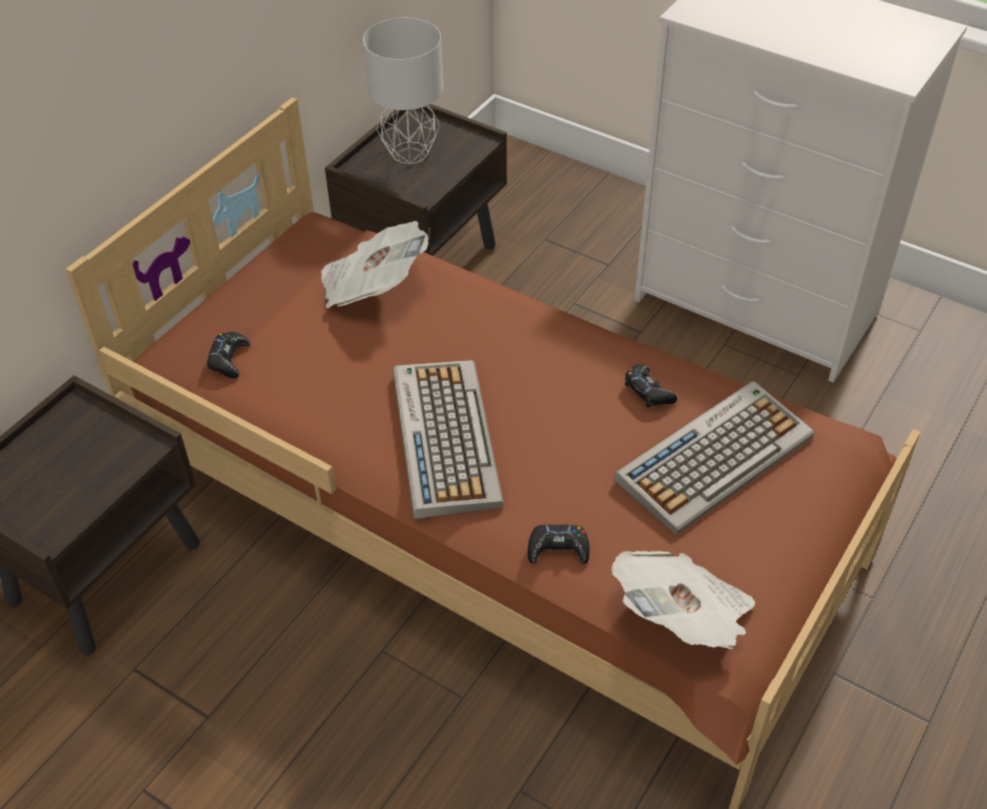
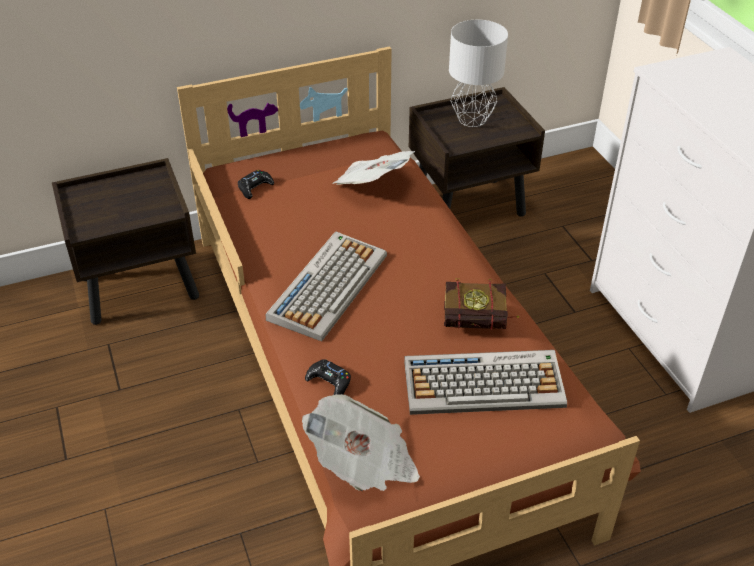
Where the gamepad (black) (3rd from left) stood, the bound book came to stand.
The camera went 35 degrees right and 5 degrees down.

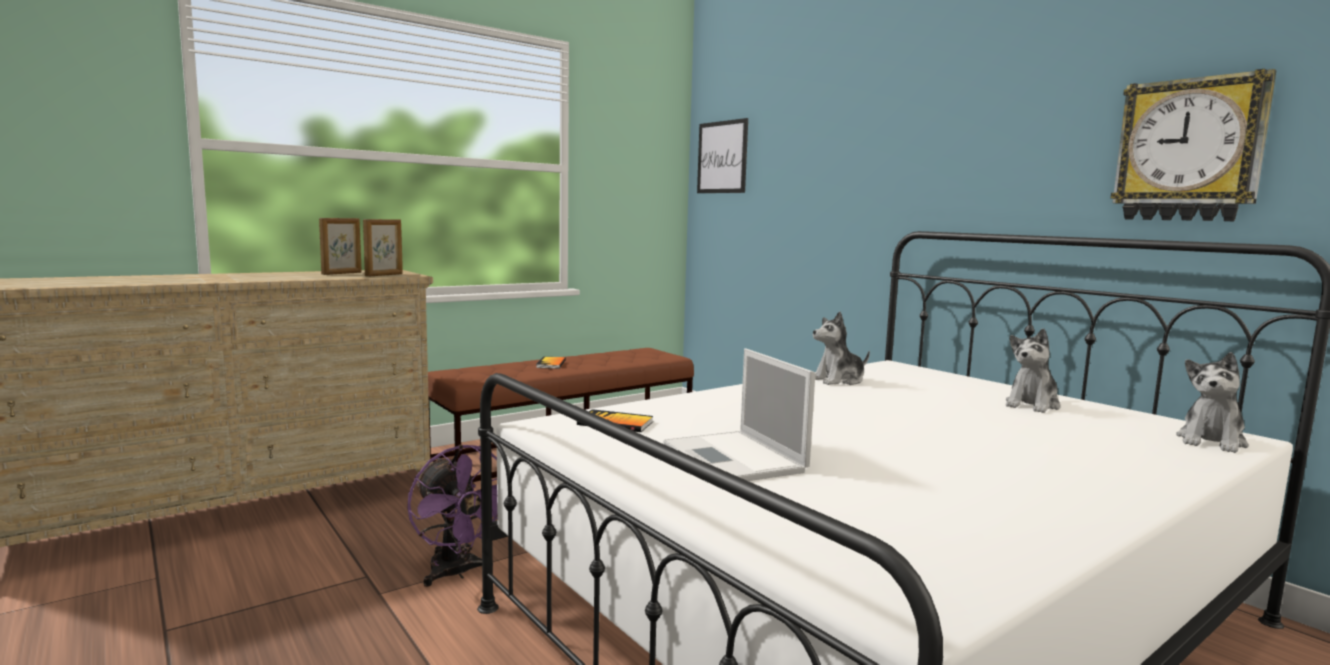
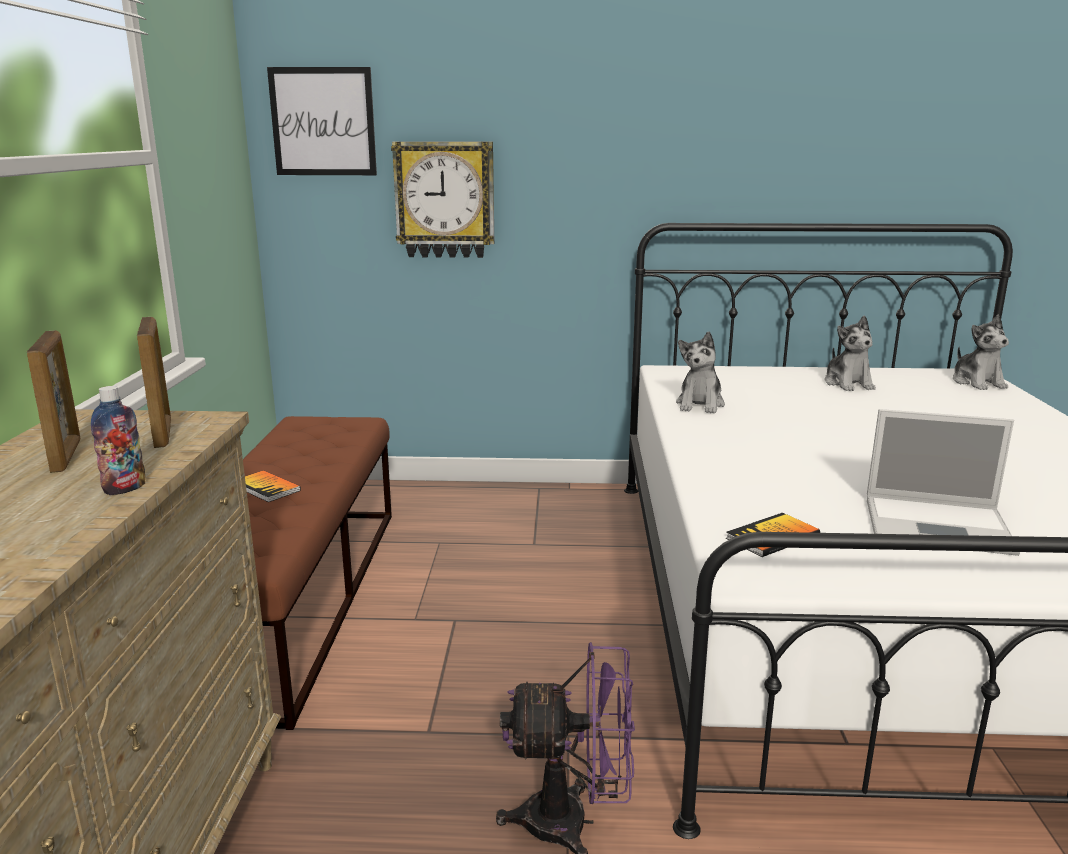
The second view gained the bottle.
The hanging clock ended up elsewhere.
The camera went 50 degrees left and 10 degrees up.

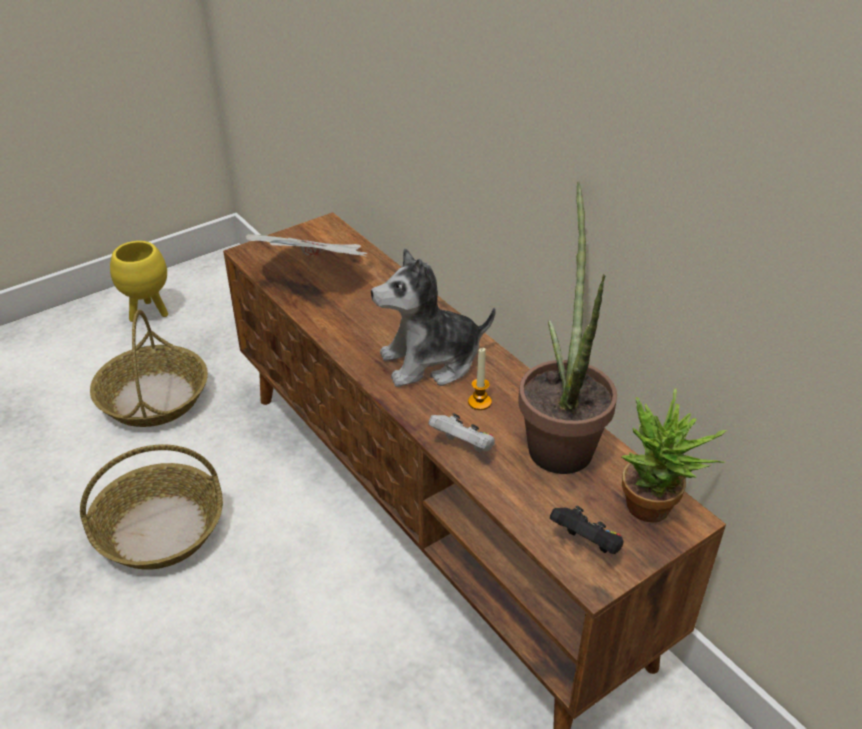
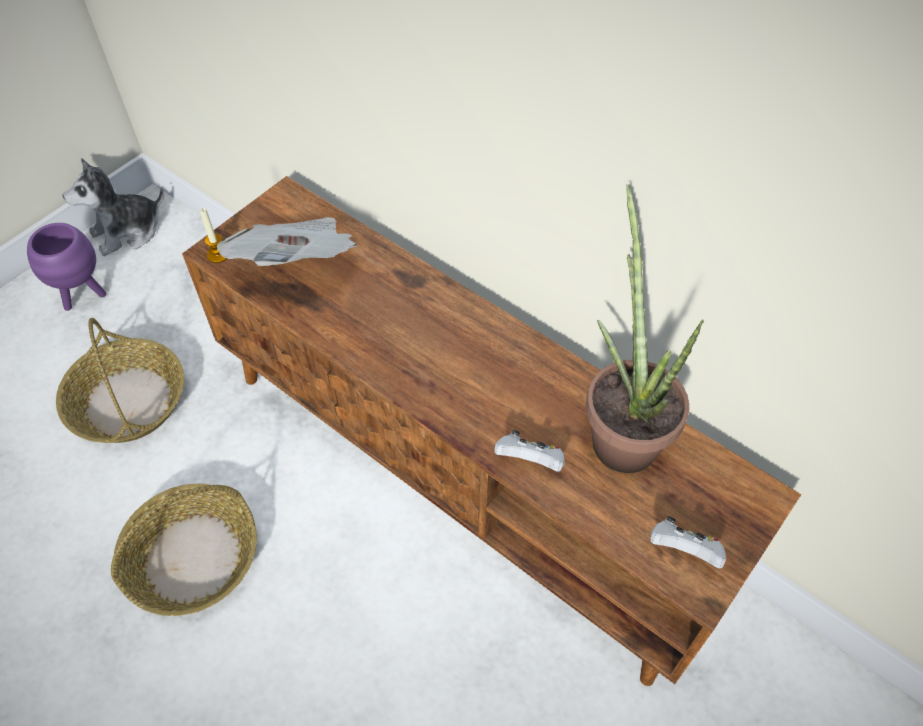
What was the flower pot (yellow-coloured) turned into the flower pot (purple-coloured).
The cuddly toy ended up elsewhere.
The candle ended up elsewhere.
What was the gamepad (black) turned into the gamepad (whitish) (2nd from left).
The second view lost the plant in a pot (2nd from left).
The camera went 15 degrees left and 15 degrees up.

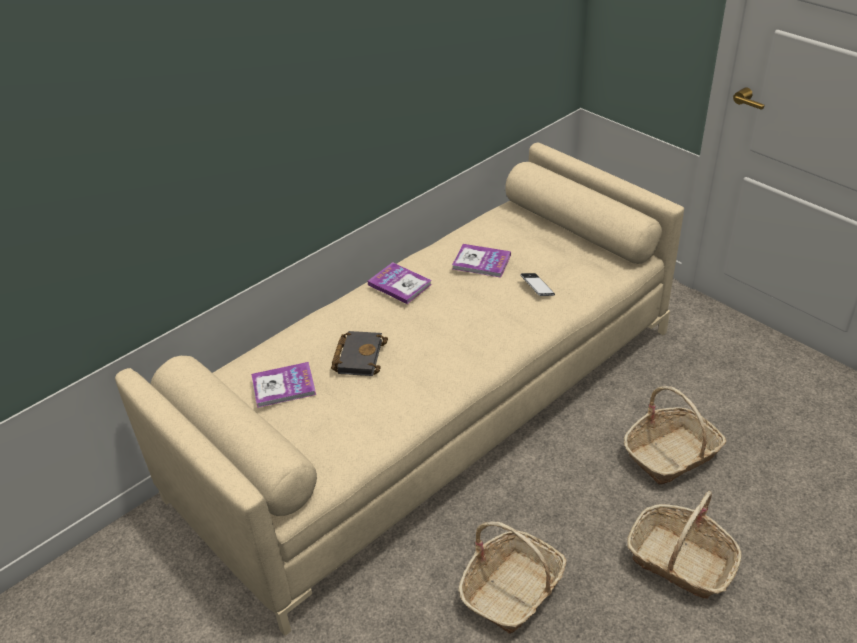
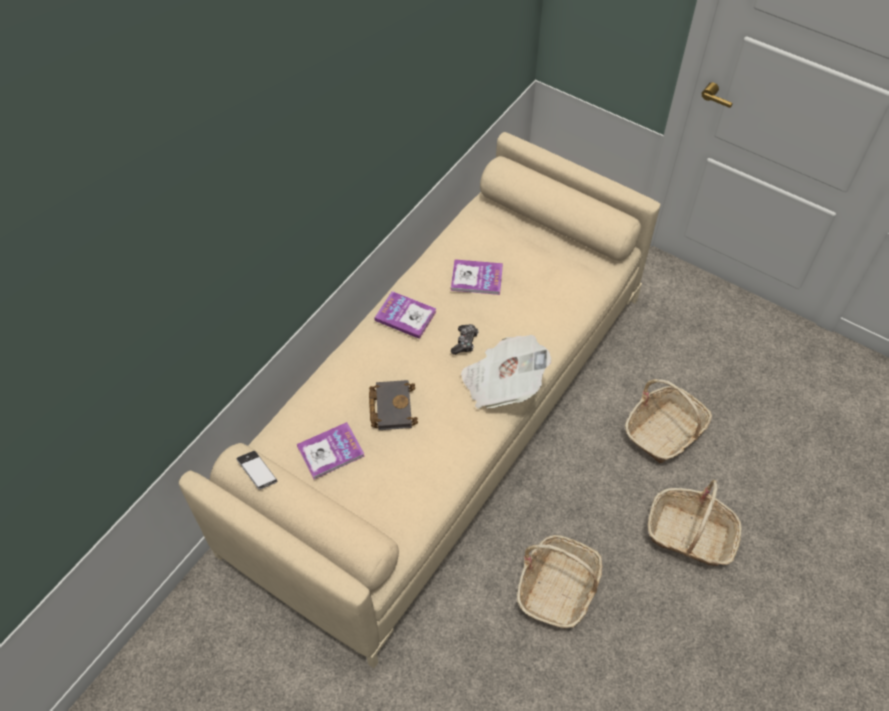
The handset ended up elsewhere.
The second view gained the gamepad.
The second view gained the newspaper.
The camera went 15 degrees left and 15 degrees up.

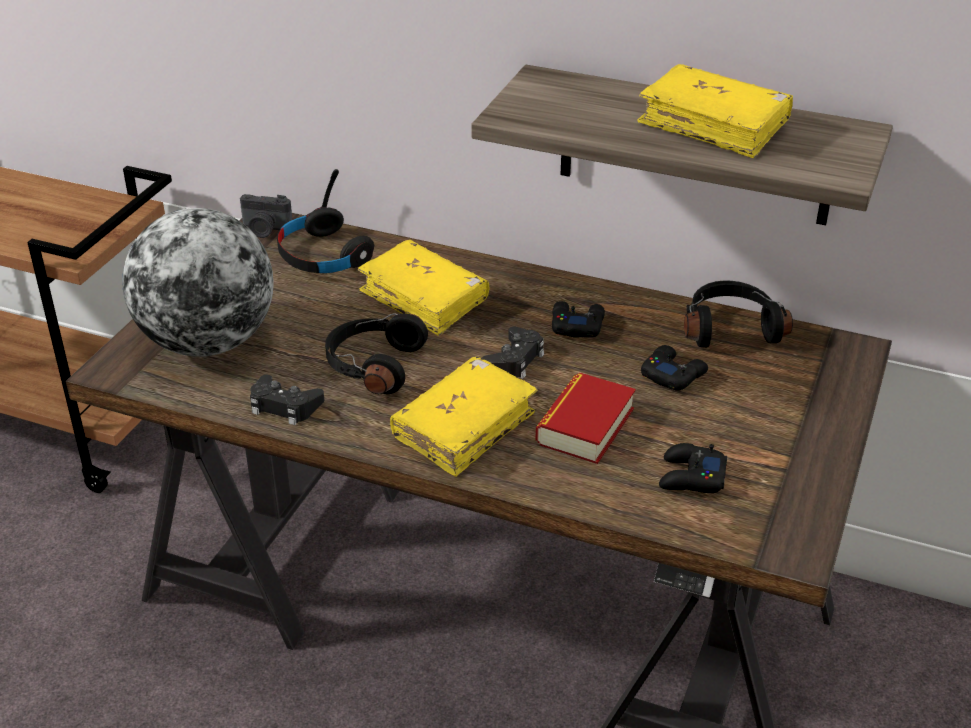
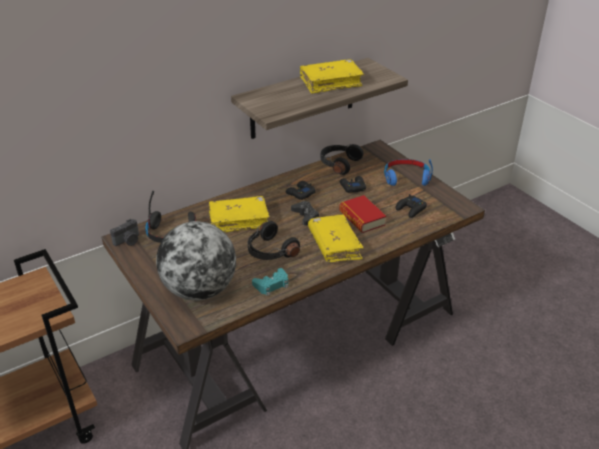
What was the gamepad (black) (1st from left) turned into the gamepad (turquoise).
The second view gained the headset (bluish).
The camera went 55 degrees left and 0 degrees up.

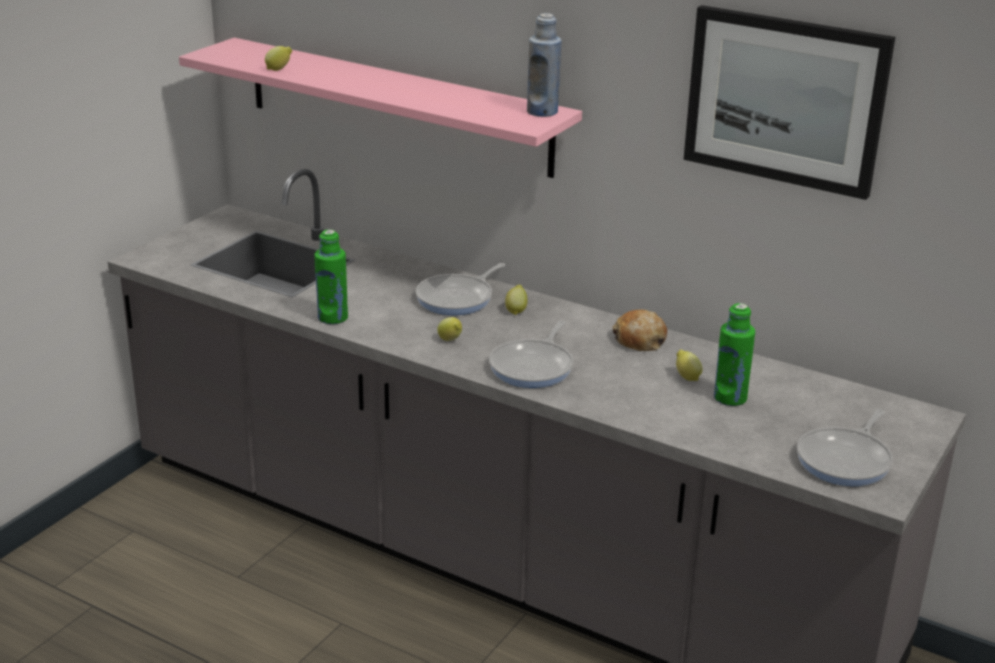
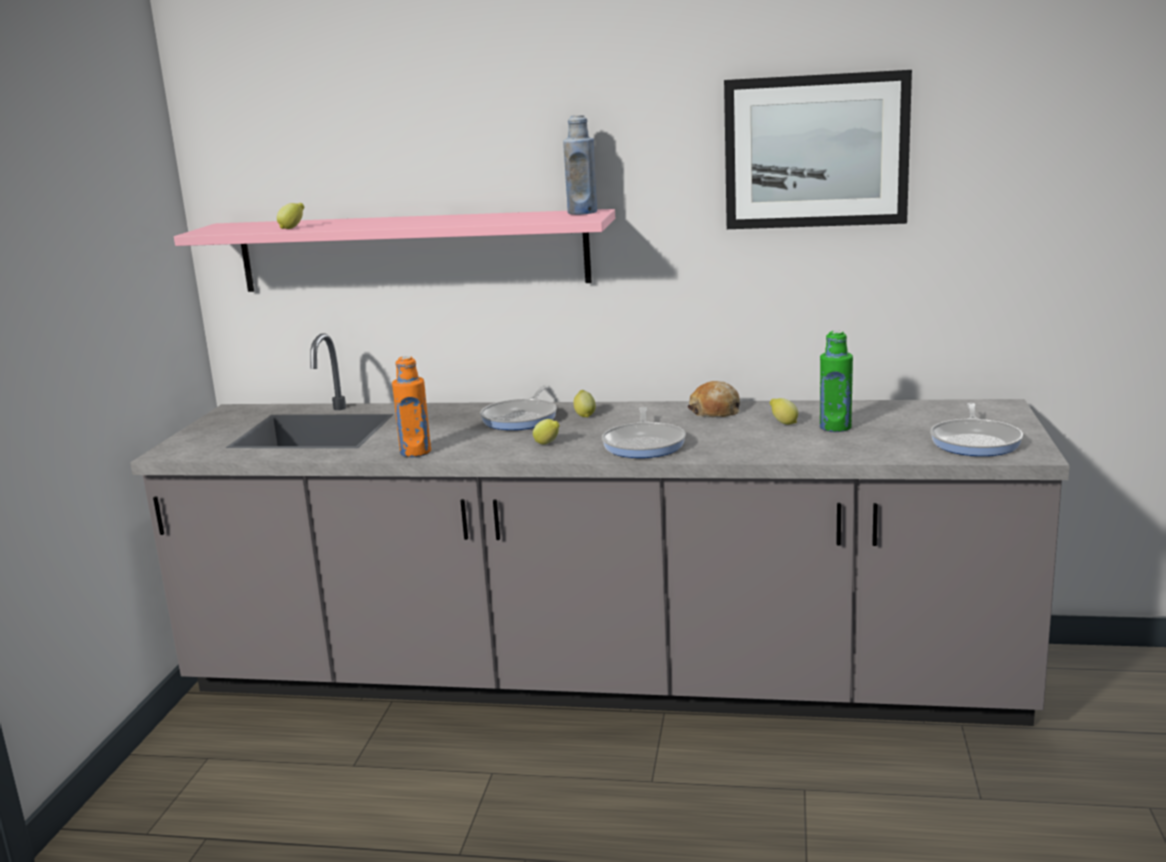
What was the bottle (greenish) (1st from left) turned into the bottle (orangey).
The camera went 20 degrees left and 10 degrees down.

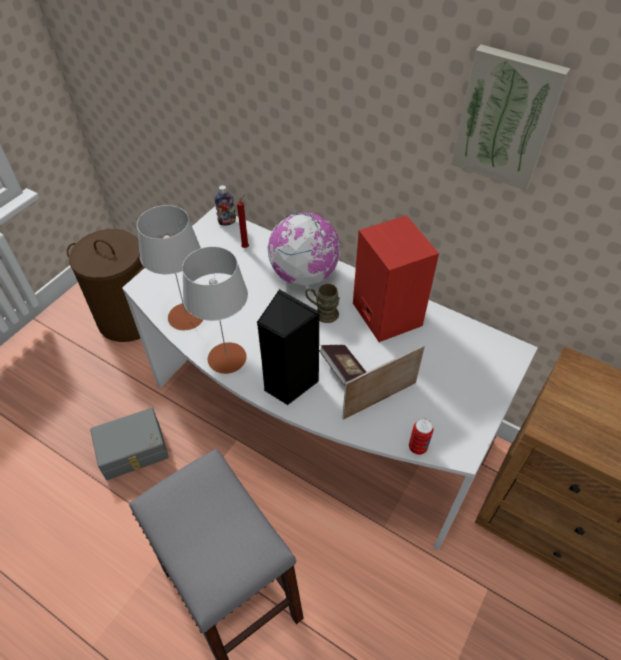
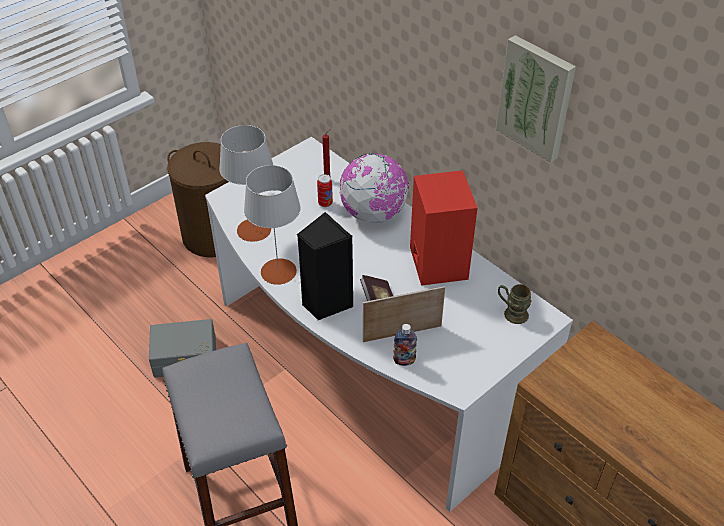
The metal can ended up elsewhere.
The bottle ended up elsewhere.
The tea mug (brownish) ended up elsewhere.
The camera went 15 degrees right and 5 degrees down.

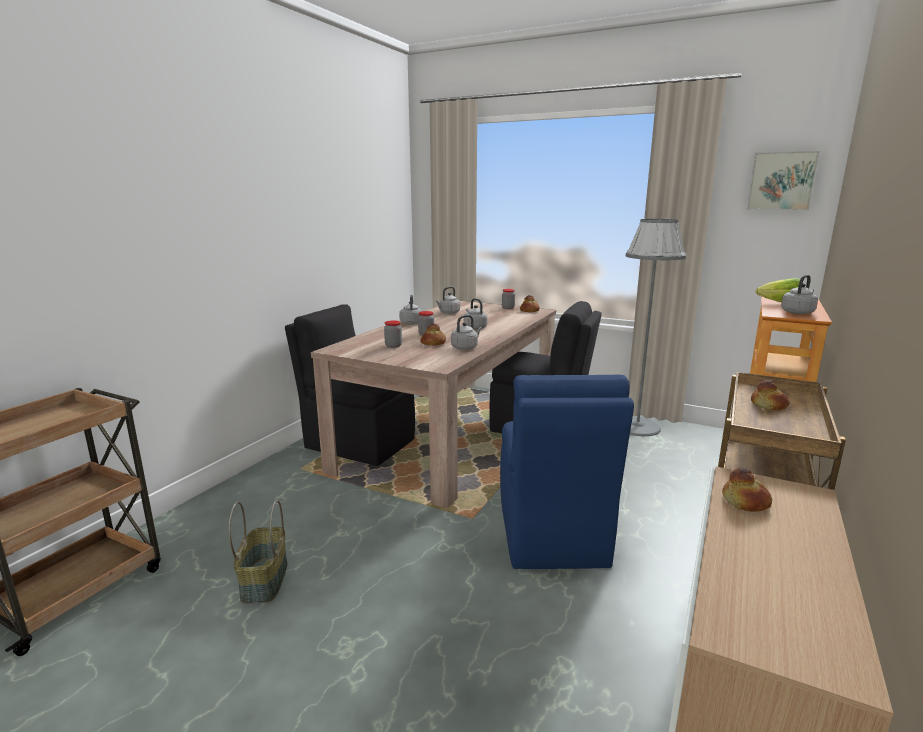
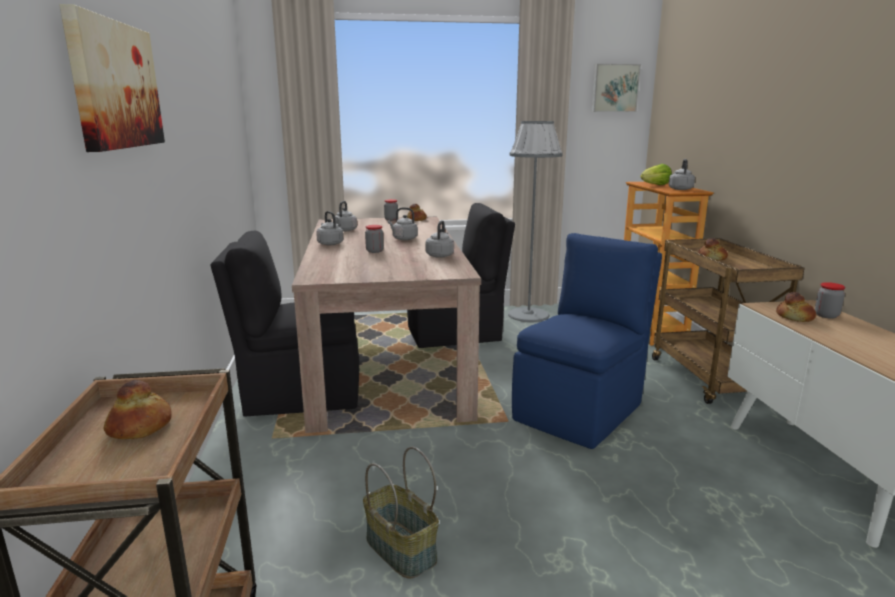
The second view gained the wall art (1st from left).
The bakery bread (1st from left) ended up elsewhere.
The upright chair (bluish) ended up facing another way, 105 degrees counterclockwise from before.
The jar (1st from left in the first image) ended up elsewhere.
The camera went 35 degrees left and 0 degrees up.

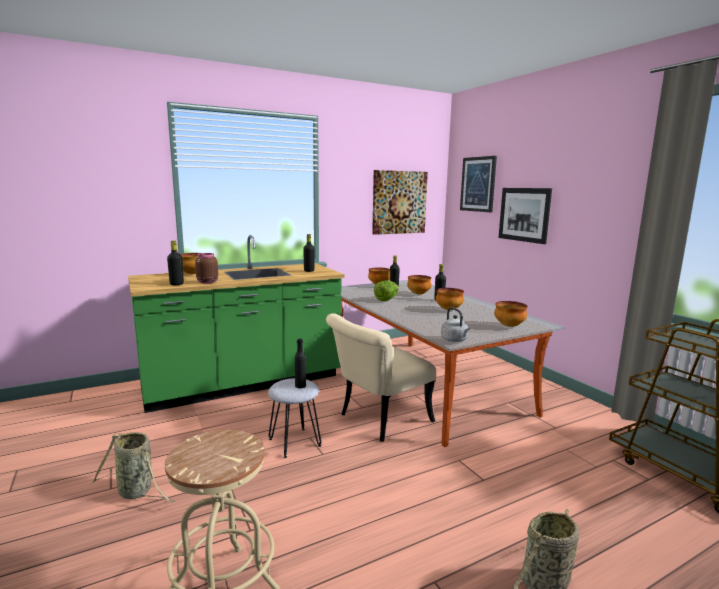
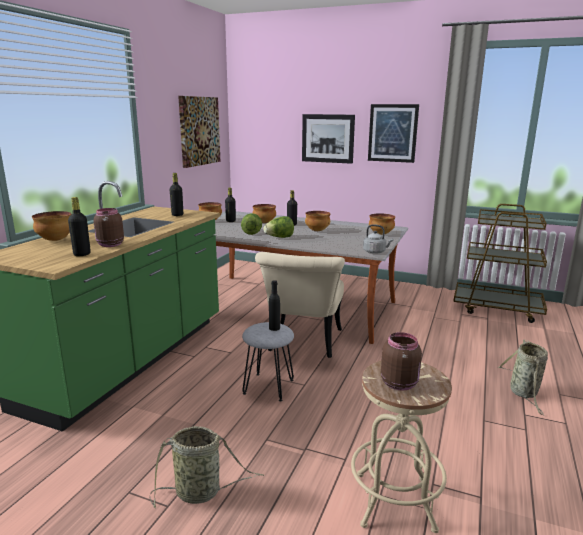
The second view gained the head of lettuce (2nd from left).
The wall art (2nd from left in the first image) ended up elsewhere.
The second view gained the jar (brownish) (2nd from left).
The camera went 40 degrees left and 5 degrees up.

